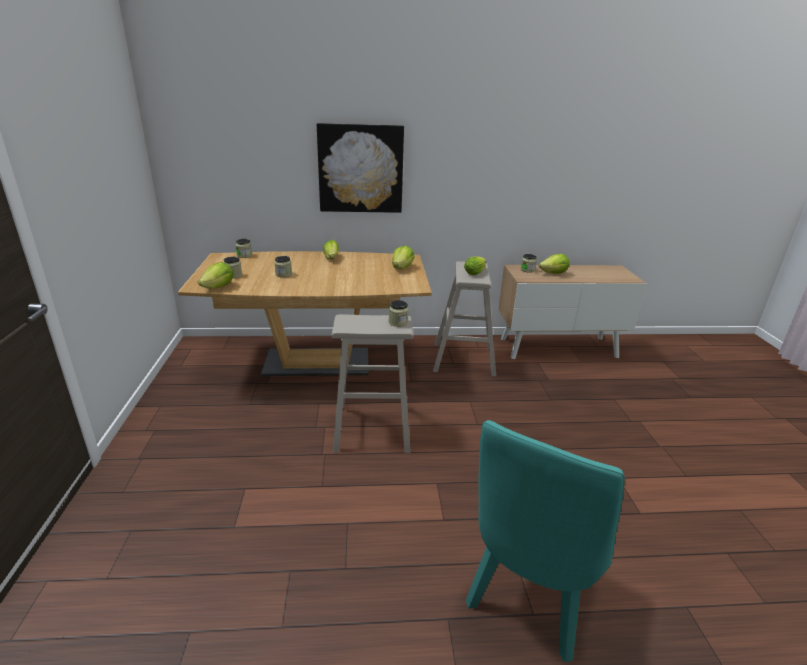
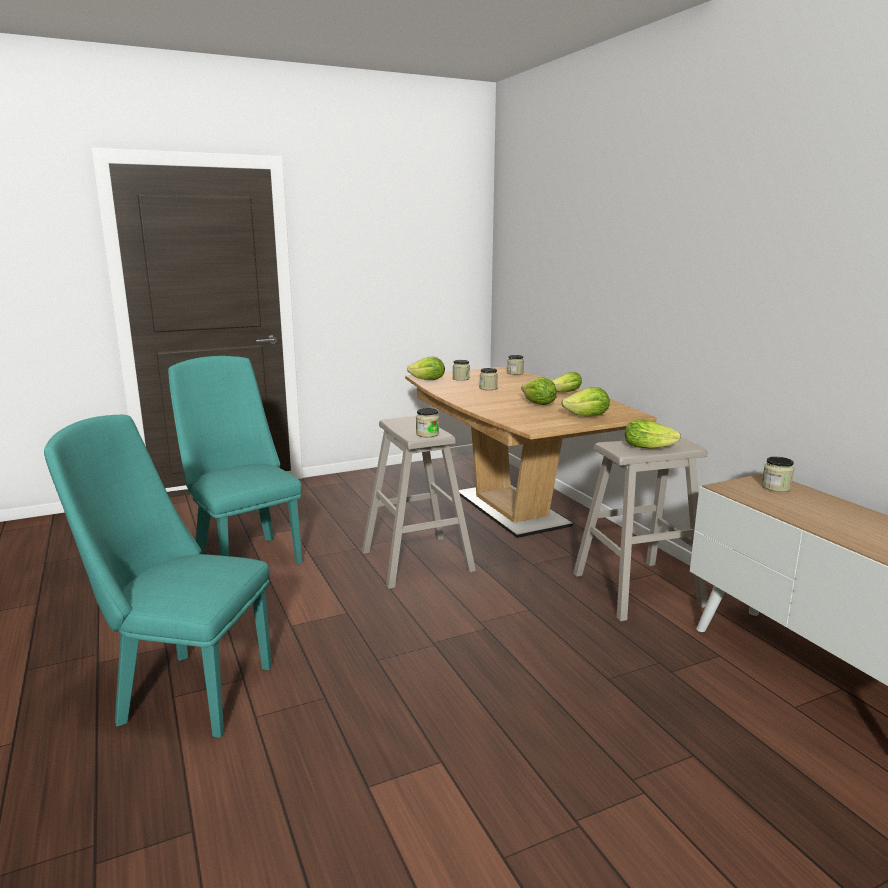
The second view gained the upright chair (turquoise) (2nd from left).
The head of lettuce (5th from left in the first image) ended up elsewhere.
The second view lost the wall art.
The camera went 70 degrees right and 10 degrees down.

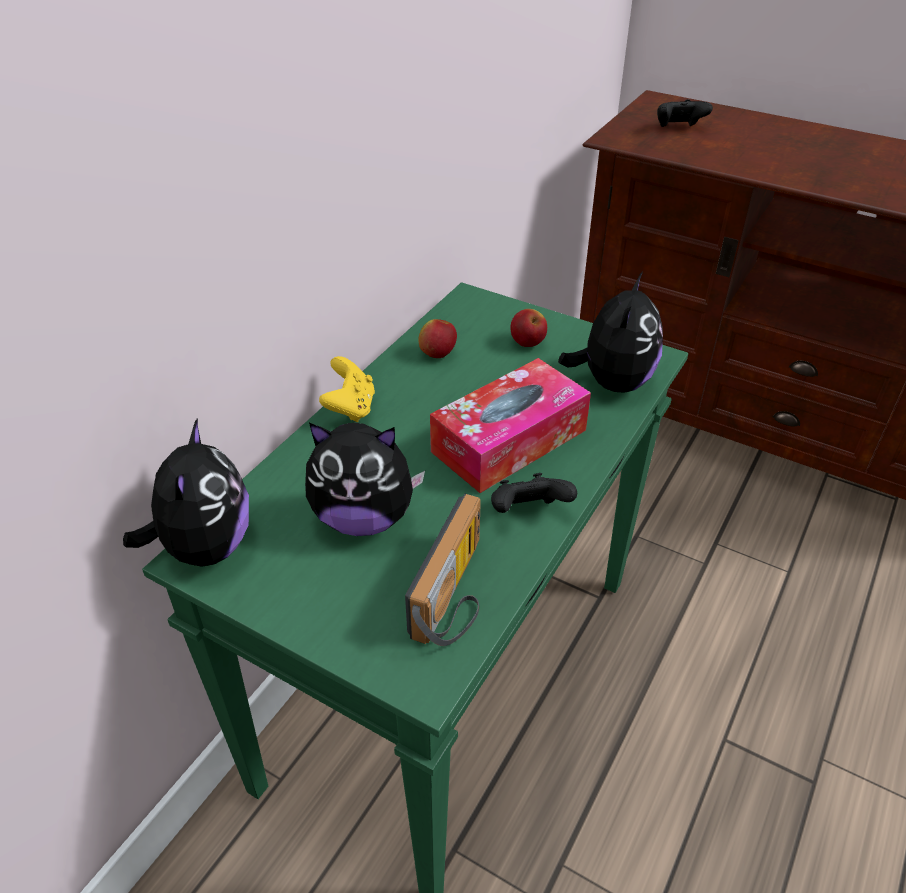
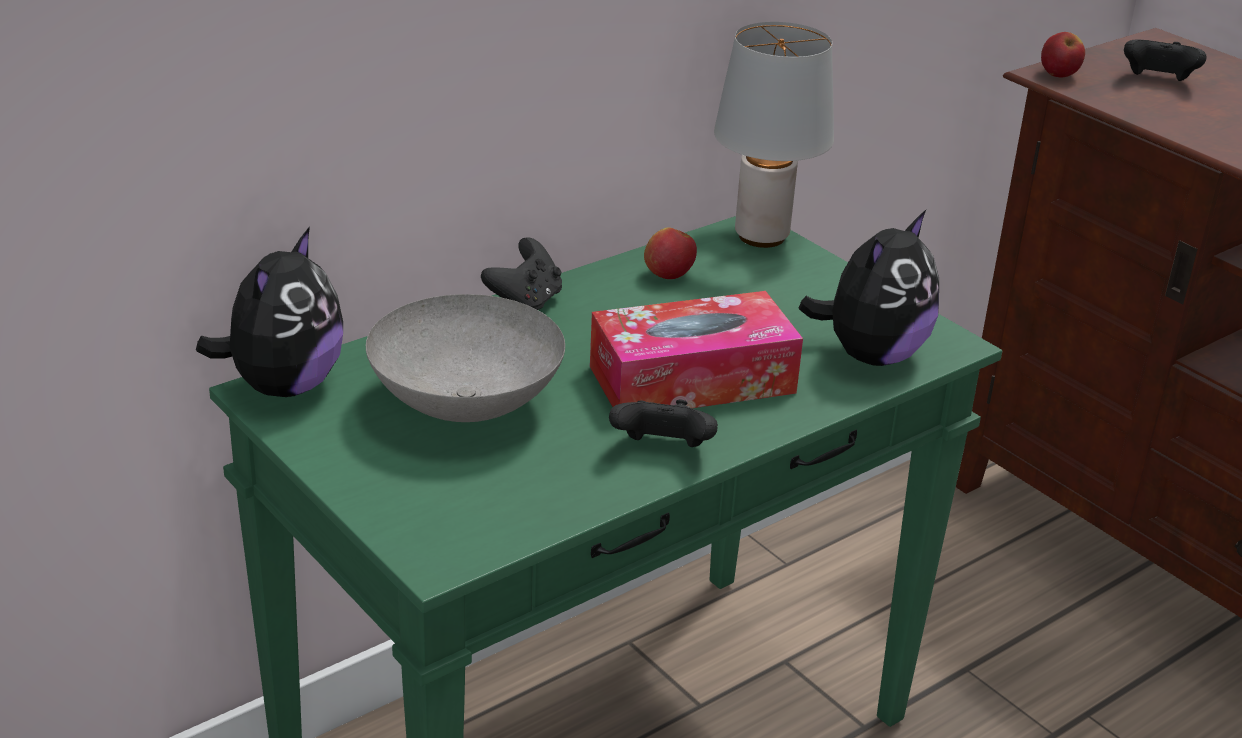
Where the cuddly toy (2nd from left) stood, the serving bowl (greyish) came to stand.
What was the gamepad (yellow-coloured) turned into the gamepad (black) (1st from left).
The second view gained the tabletop lamp (greyish).
The apple (2nd from left) ended up elsewhere.
The second view lost the radio.
The camera went 20 degrees right and 10 degrees down.

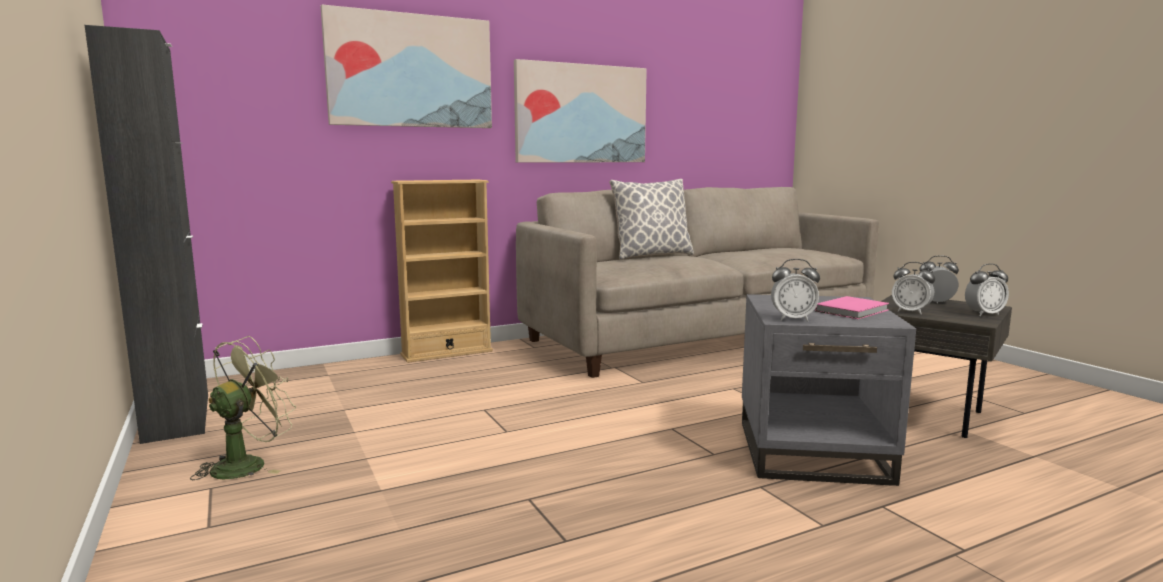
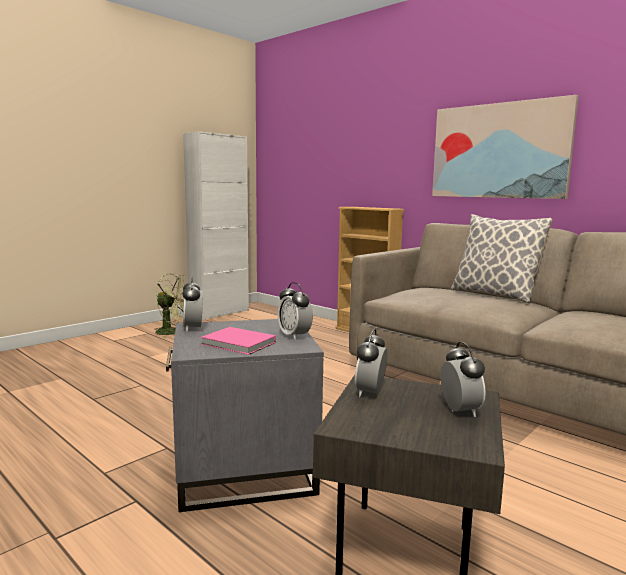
What was the cabinet (black) turned into the cabinet (whitish).
The alarm clock (4th from left in the first image) ended up elsewhere.
The second view lost the wall art (1st from left).
The camera went 70 degrees right and 0 degrees up.

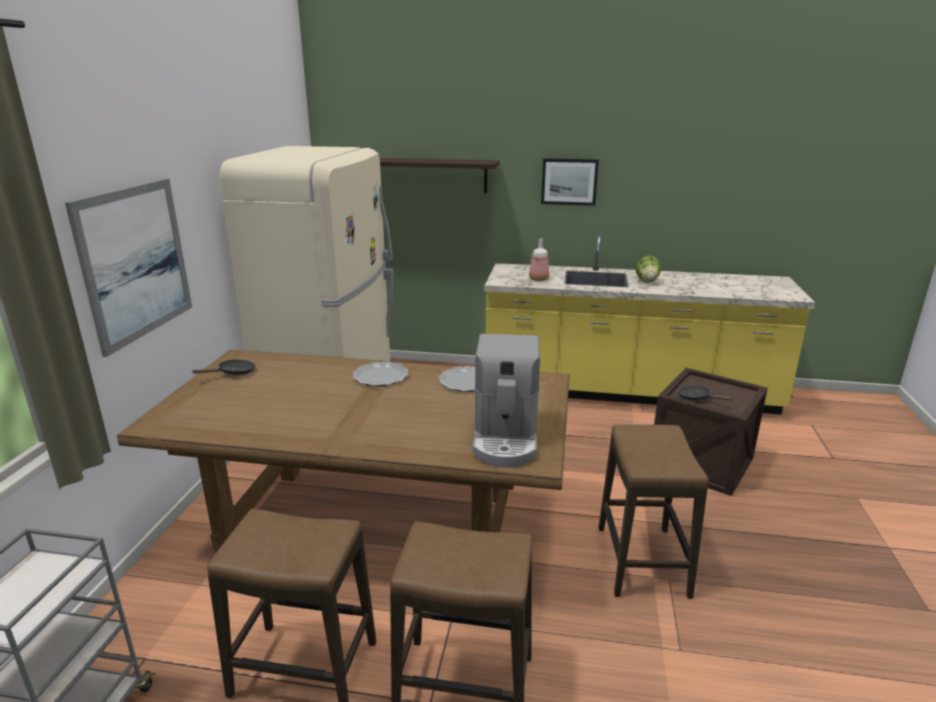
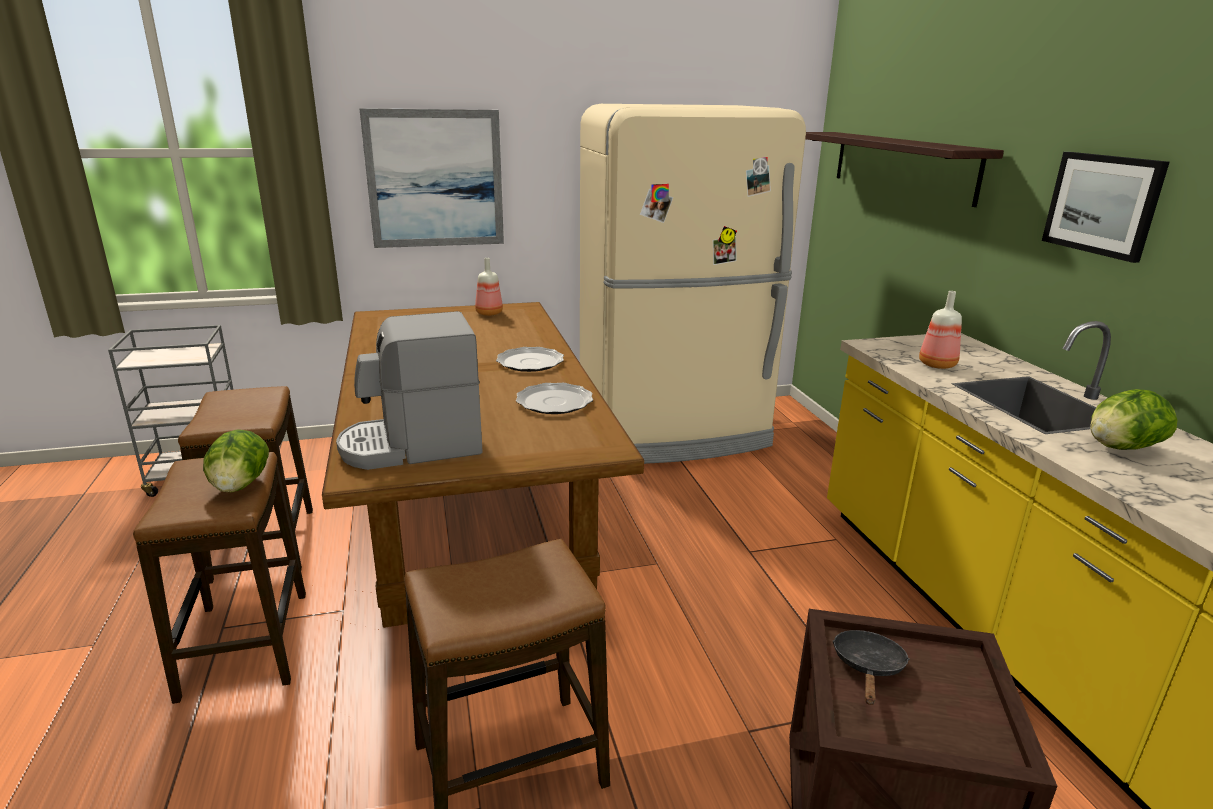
The second view gained the head of lettuce (1st from left).
Where the pan (black) (1st from left) stood, the bottle (1st from left) came to stand.
The camera went 65 degrees right and 0 degrees up.

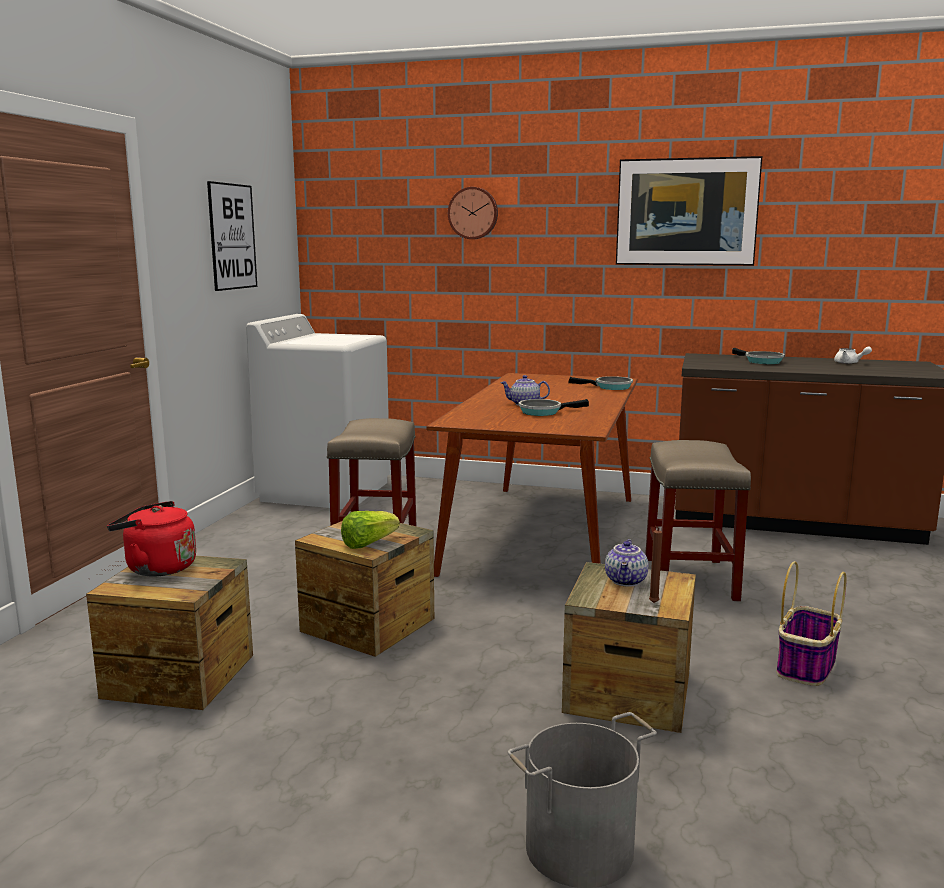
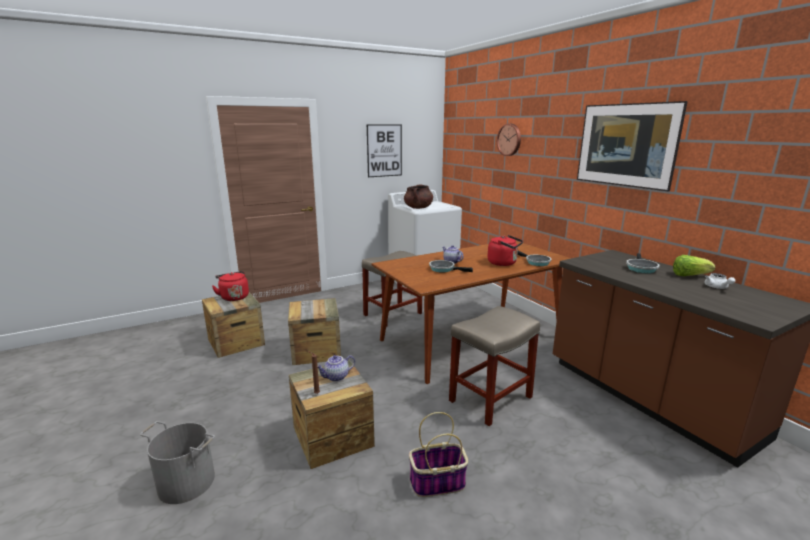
The second view gained the cooking pot (brownish).
The second view gained the kettle (red) (2nd from left).
The head of lettuce ended up elsewhere.
The camera went 45 degrees right and 5 degrees up.

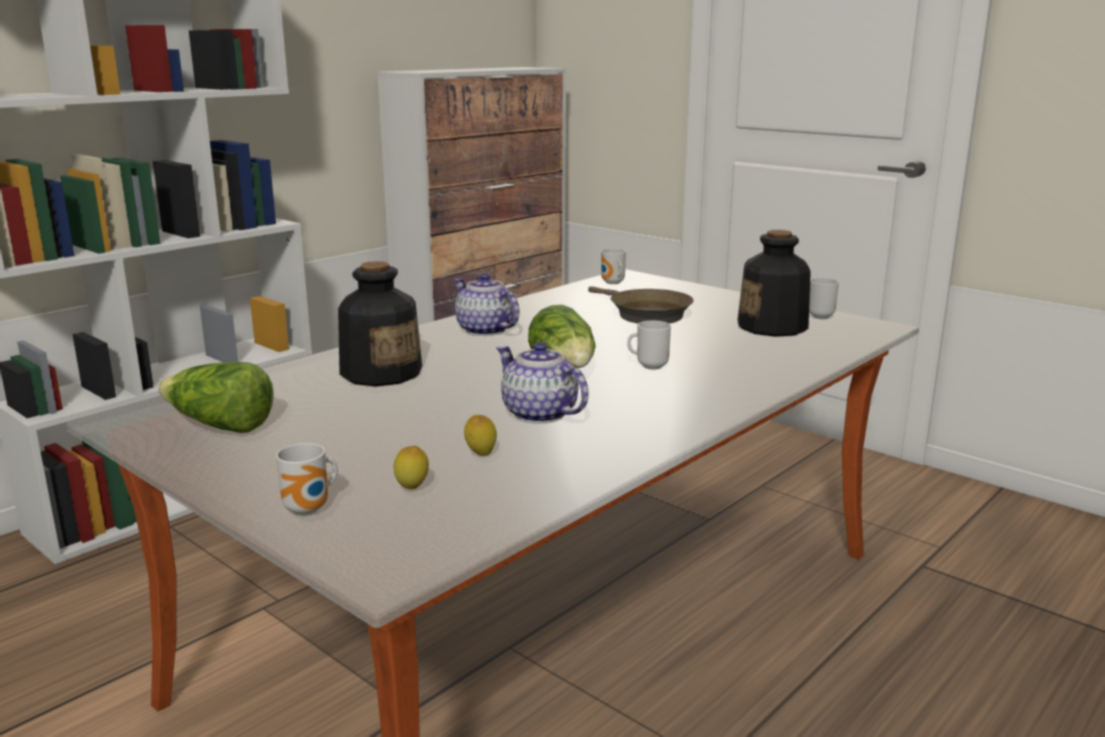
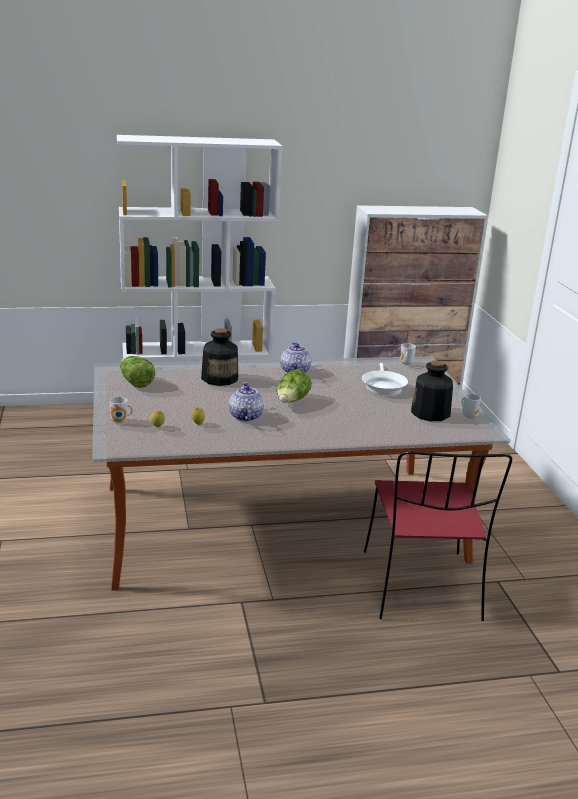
What was the pan (brownish) turned into the pan (whitish).
The second view gained the upright chair (red).
The second view lost the tea mug (3rd from left).
The camera went 35 degrees right and 5 degrees up.

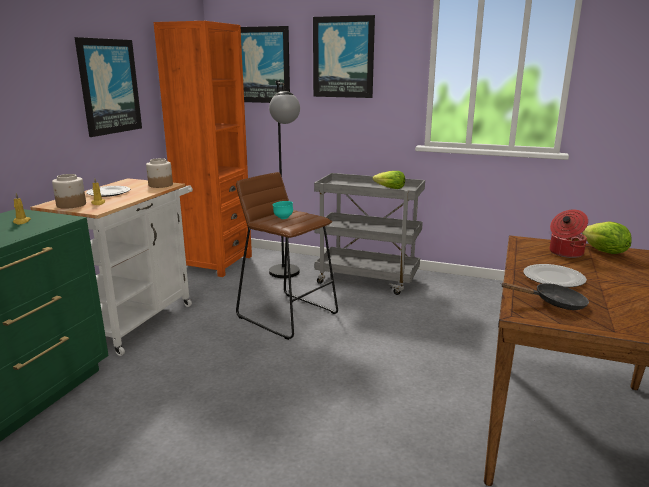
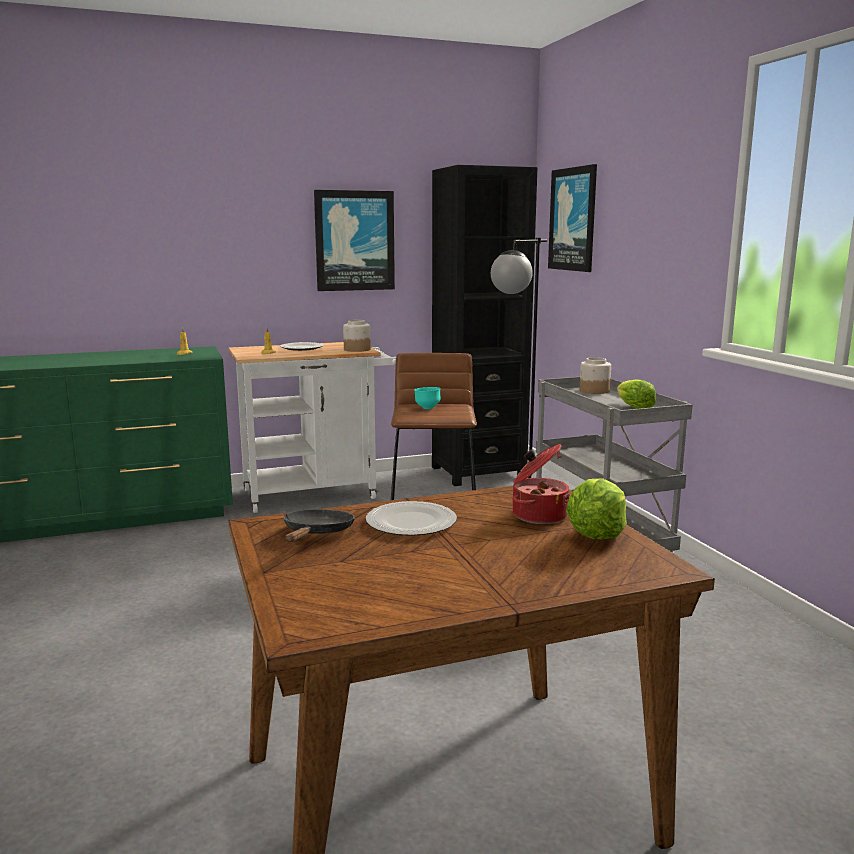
The pan (black) ended up facing another way, 135 degrees counterclockwise from before.
What was the shelving unit (orangey) turned into the shelving unit (black).
The jar (1st from left in the first image) ended up elsewhere.
The second view lost the wall art (3rd from left).
The camera went 50 degrees right and 5 degrees down.

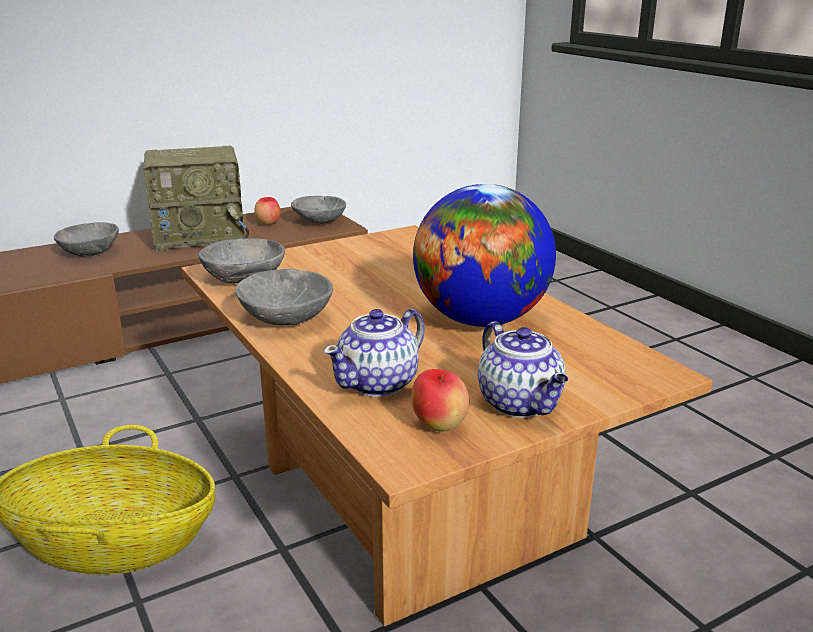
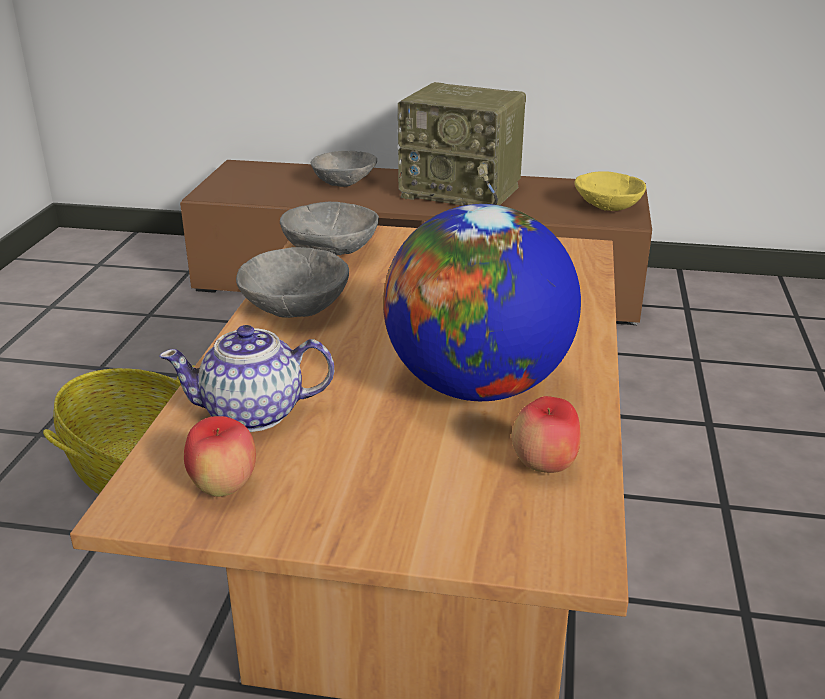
The apple (1st from left in the first image) ended up elsewhere.
What was the serving bowl (greyish) (4th from left) turned into the serving bowl (yellow-coloured).
The second view lost the tea pot (2nd from left).
The camera went 40 degrees right and 5 degrees up.

